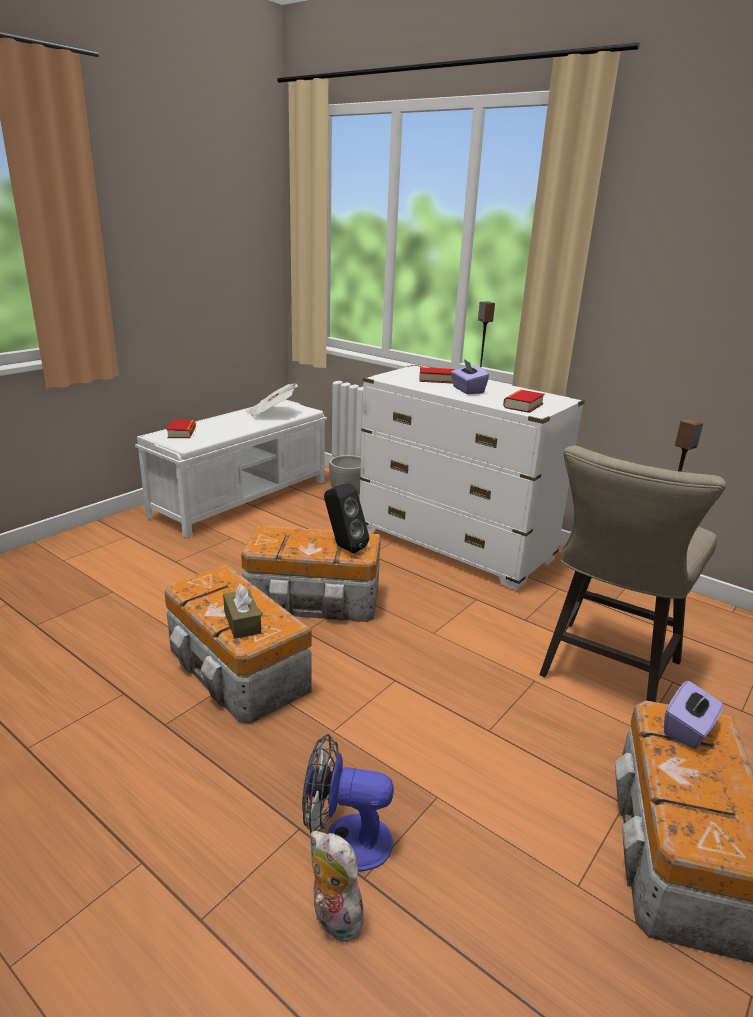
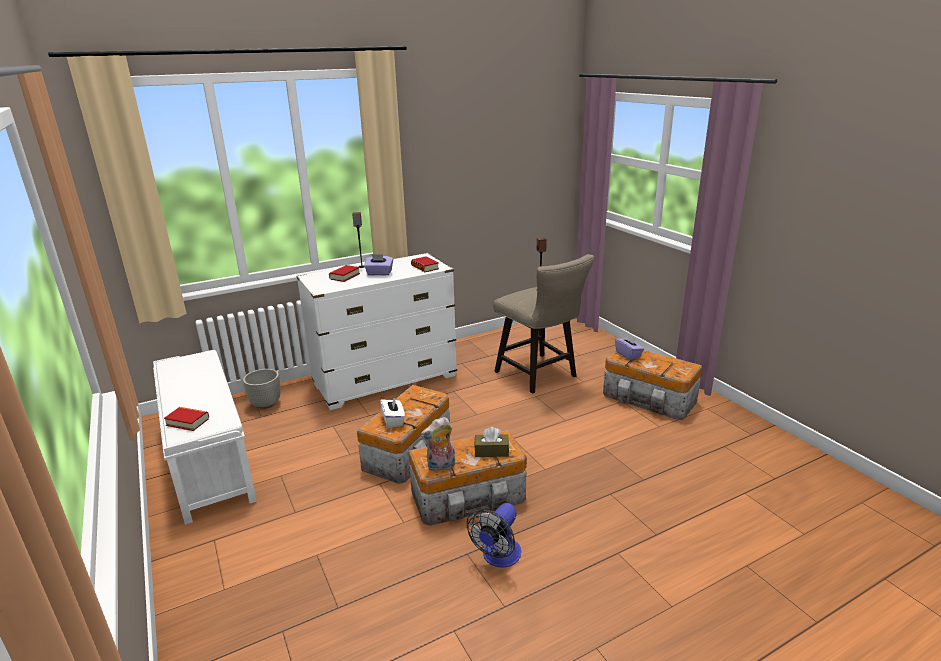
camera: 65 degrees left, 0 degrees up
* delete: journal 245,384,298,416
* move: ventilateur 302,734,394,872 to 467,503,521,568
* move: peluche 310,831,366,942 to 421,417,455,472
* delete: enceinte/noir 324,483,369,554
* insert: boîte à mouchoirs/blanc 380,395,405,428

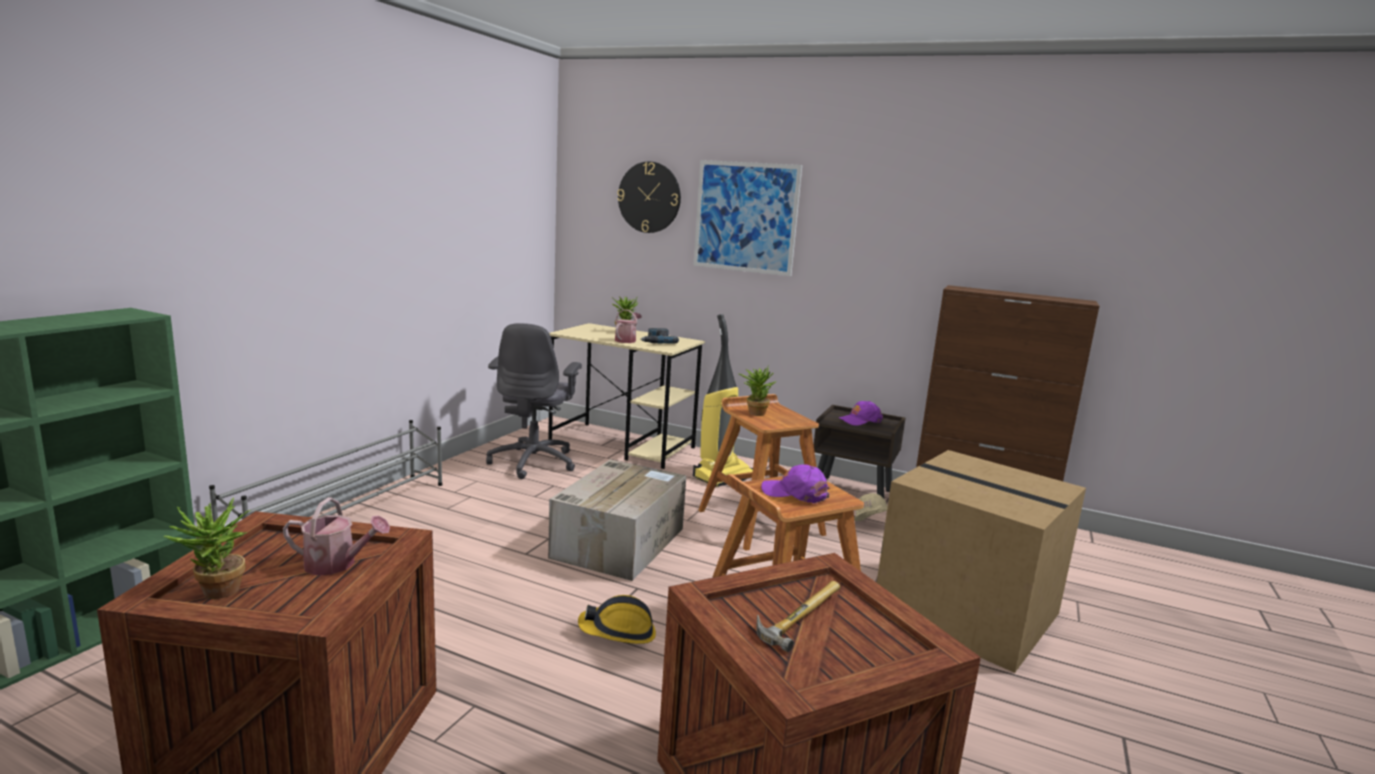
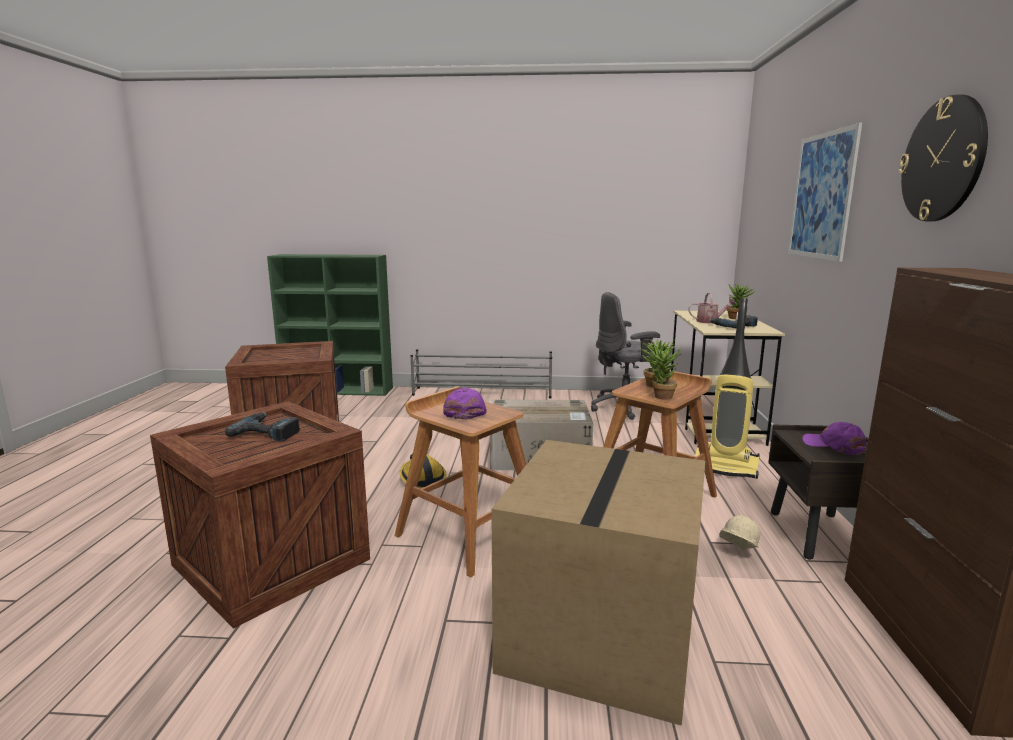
camera: 70 degrees right, 0 degrees up
* move: plante en pot 164,498,251,599 to 642,345,680,400
* delete: arrosoir 283,497,390,575
* move: horloge murale 617,162,681,233 to 899,95,988,221
* replace: marteau 757,581,840,652 to perceuse 225,412,300,442

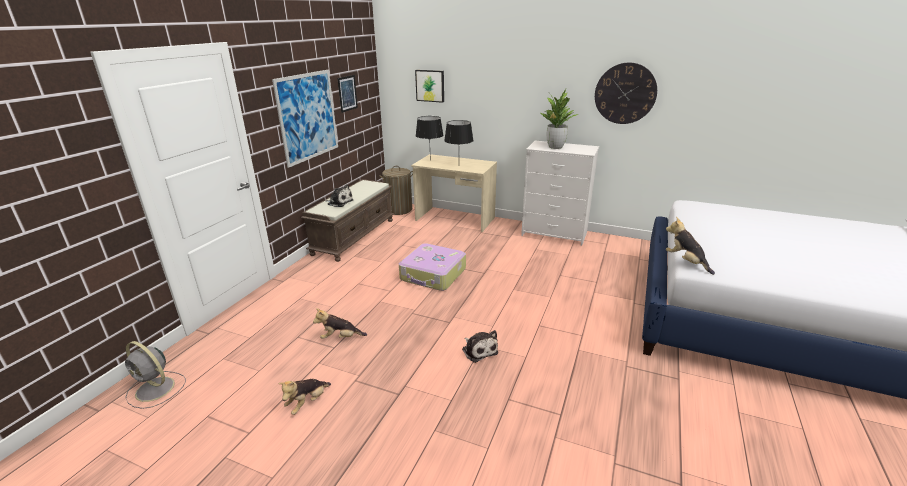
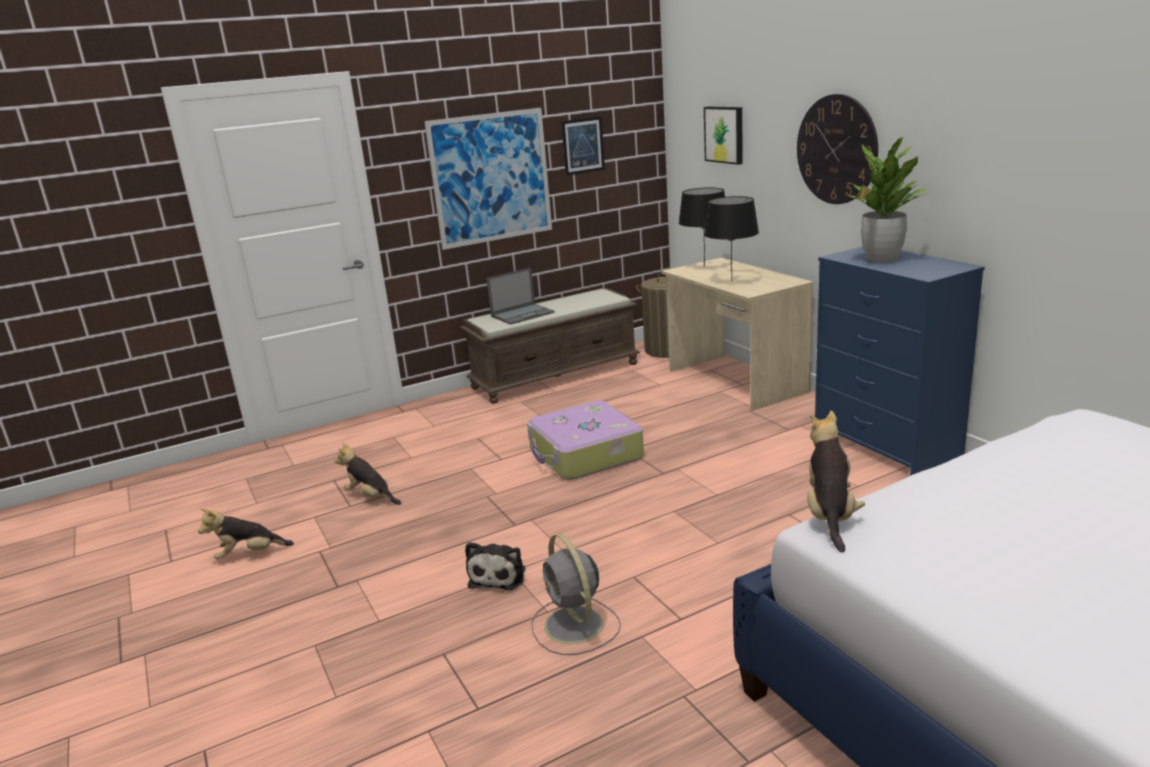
camera: 40 degrees right, 5 degrees down
* move: ventilateur/gris 125,341,186,409 to 531,534,621,655
* replace: peluche 325,185,354,207 to ordinateur portable 487,268,555,325
* recolor: commode/blanc 521,141,599,246 to commode/bleu 815,247,985,476
* move: horloge murale 595,63,657,124 to 797,94,878,204

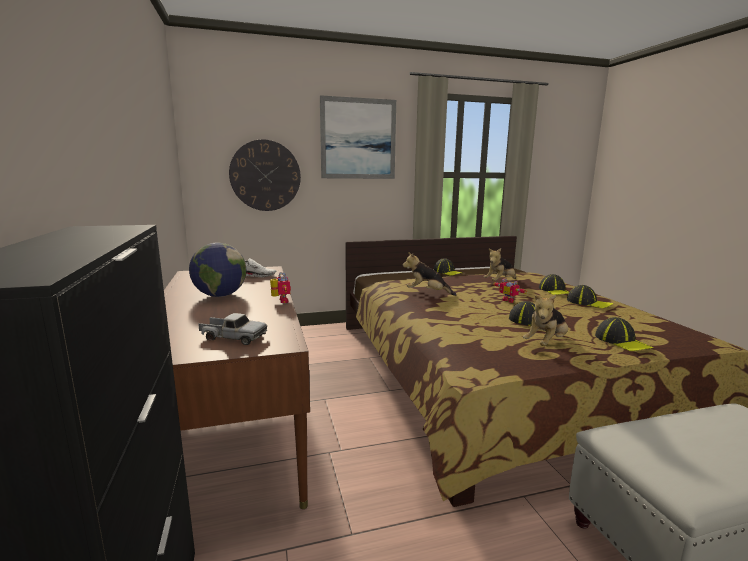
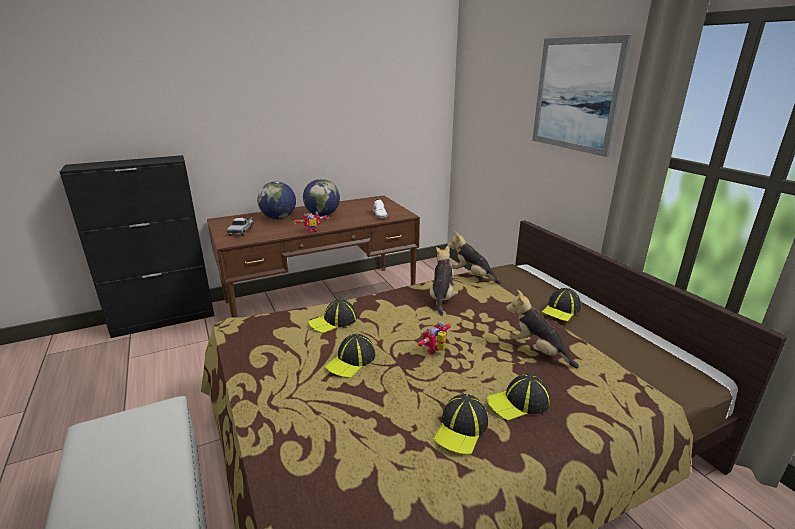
camera: 80 degrees right, 10 degrees up
* delete: horloge murale 229,140,301,211
* move: peluche 523,295,568,346 to 447,232,502,284
* move: casquette 595,317,653,351 to 308,299,357,333
* insert: globe 257,181,296,219

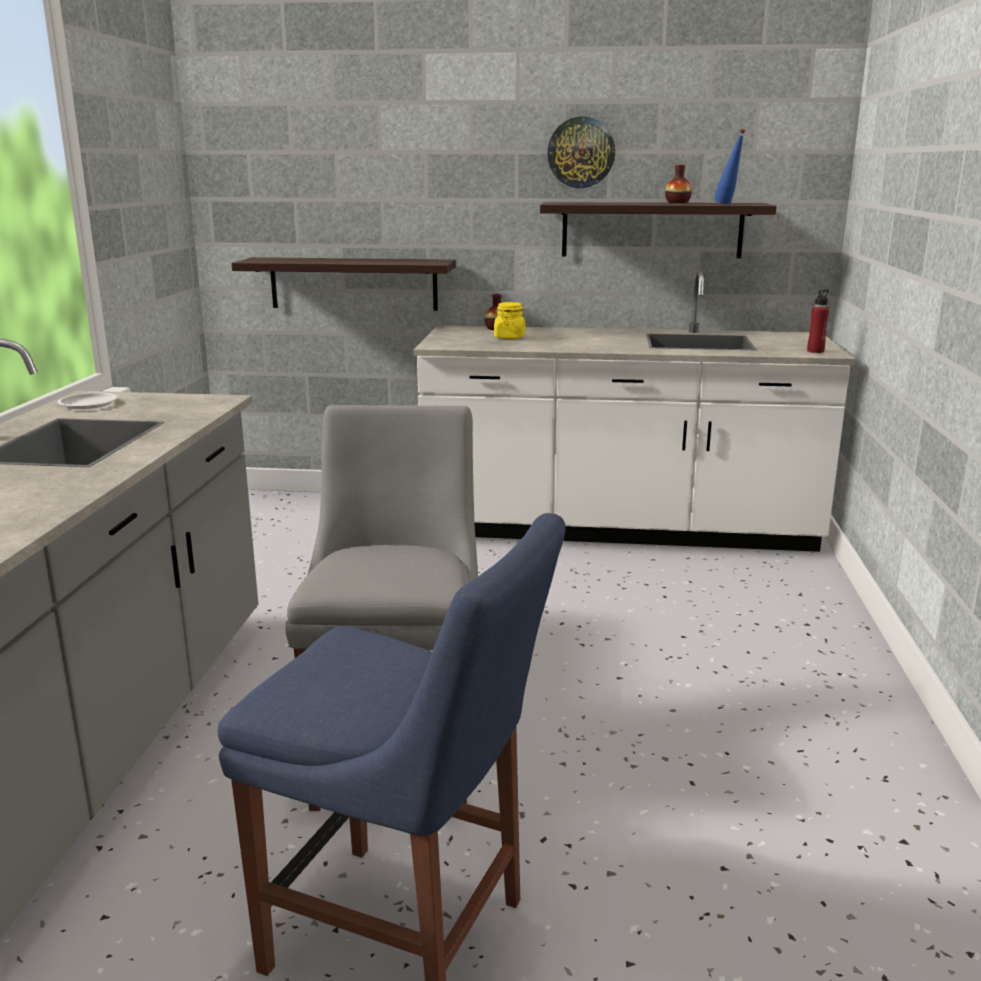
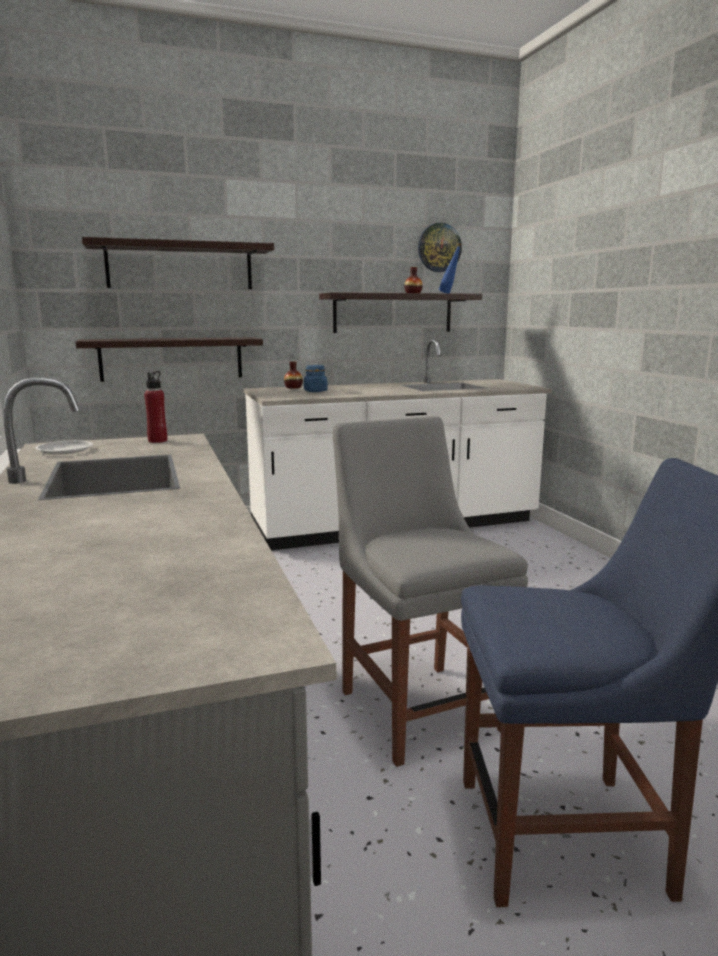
camera: 25 degrees left, 5 degrees down
* recolor: bocal/jaune 494,302,525,339 to bocal/bleu 304,365,328,392
* move: horloge murale 547,117,615,188 to 418,223,462,272
* move: bouteille/rouge 807,289,829,353 to 144,371,167,443
* insert: étagère 82,237,274,289

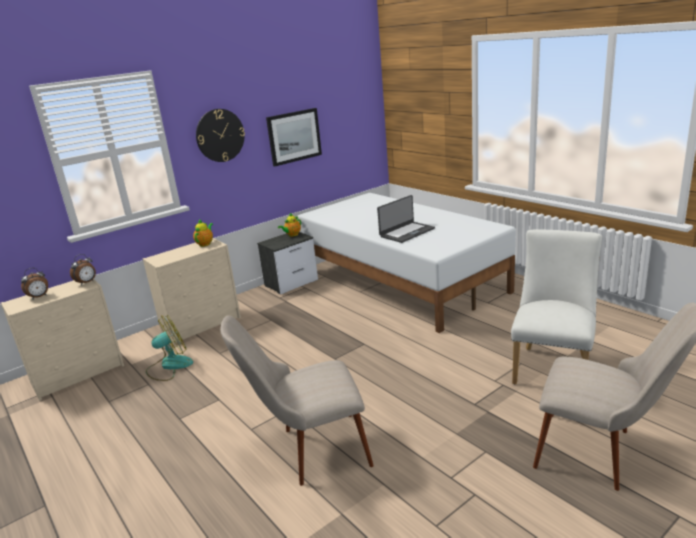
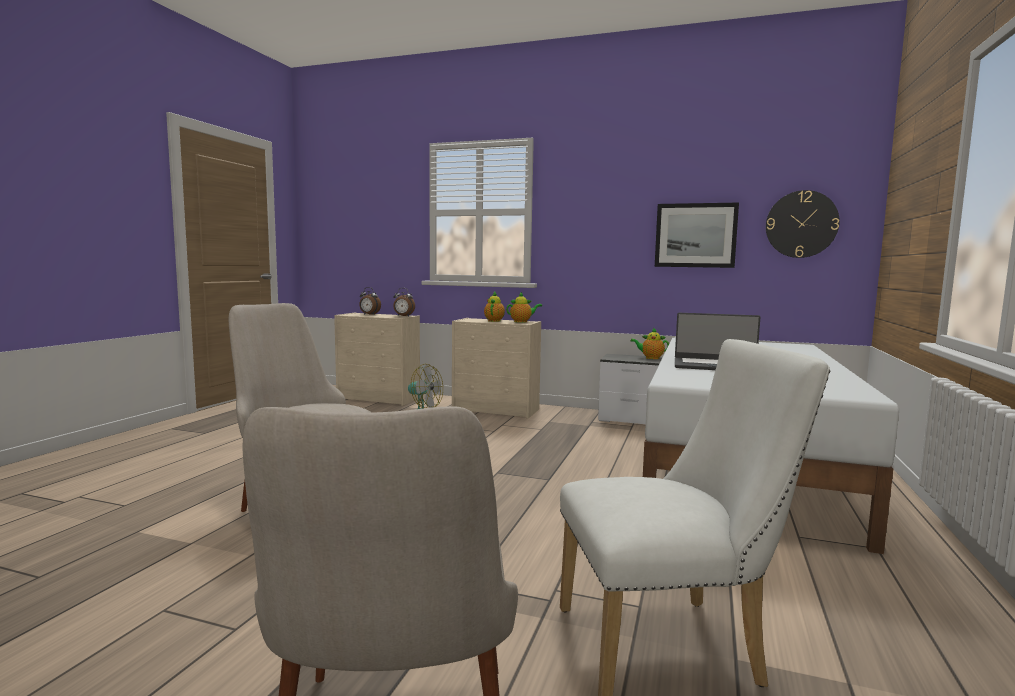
camera: 55 degrees right, 15 degrees down
* move: horloge murale 196,109,245,162 to 766,190,840,258
* insert: théière 484,292,505,322

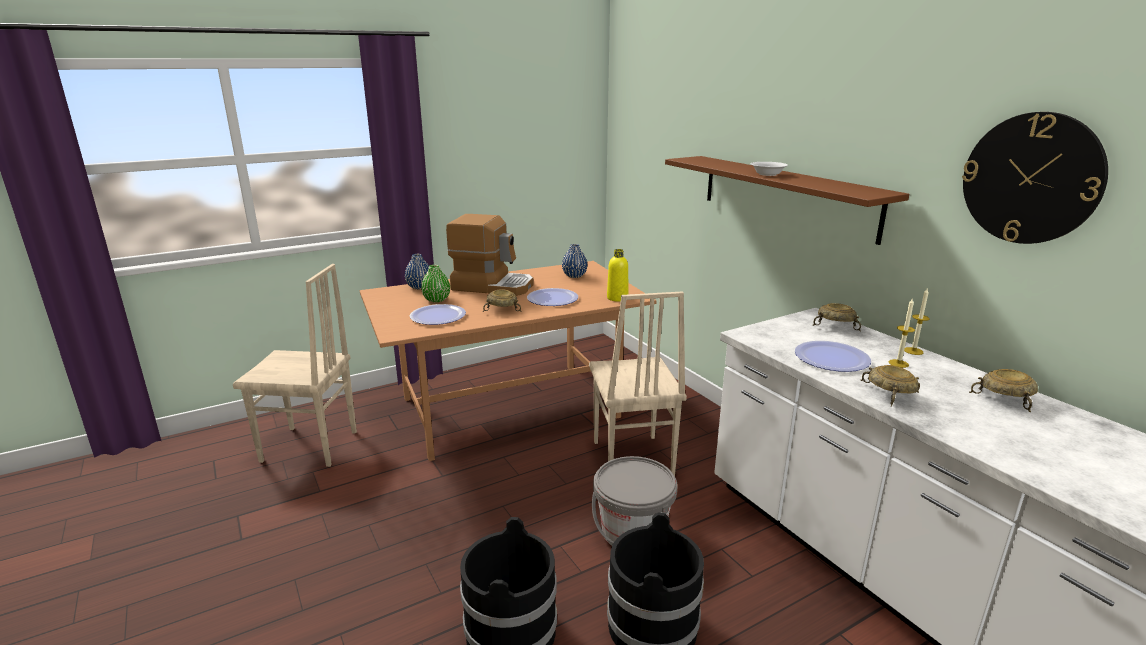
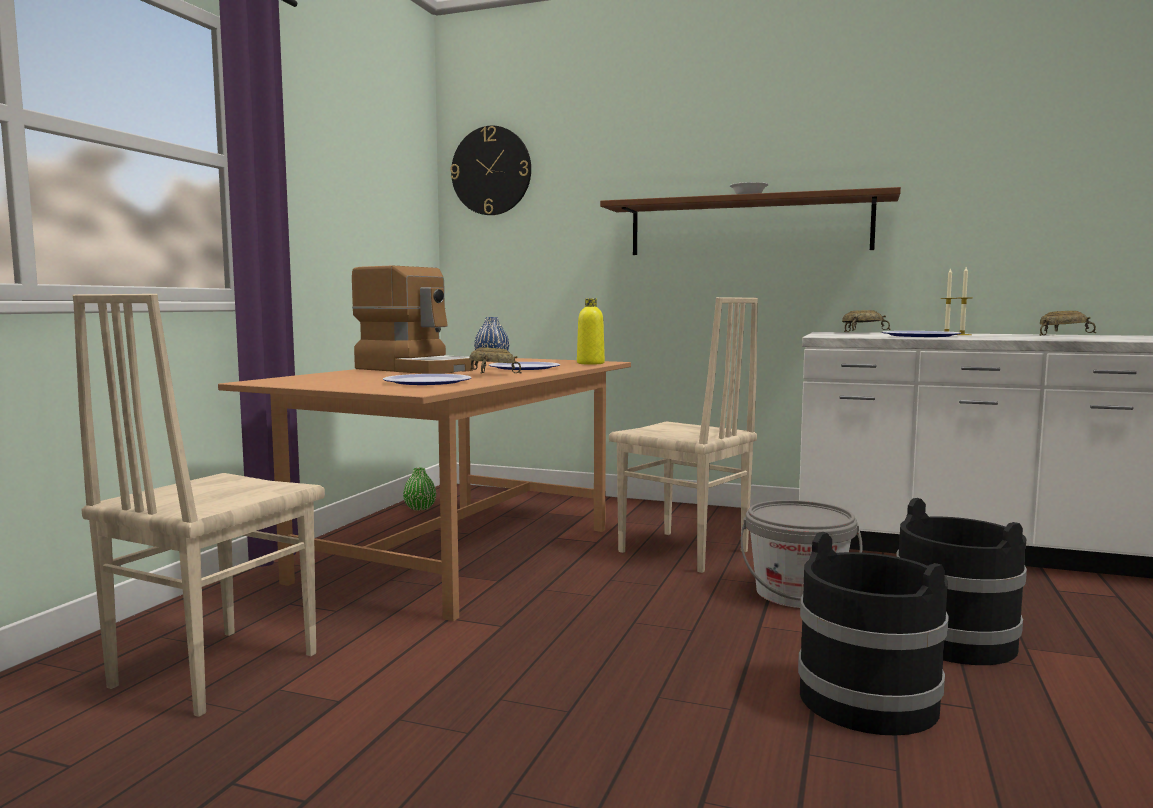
camera: 40 degrees left, 15 degrees down
* rotate: chaise/beige 233,264,357,467 = 73,294,325,717 150 degrees clockwise
* delete: vase/bleu 405,254,429,290
* move: vase/vert 421,265,450,302 to 403,468,436,510
* rotate: machine à café 446,214,534,296 = 352,265,474,374 60 degrees clockwise
* delete: bol/beige 861,365,920,407
* move: horloge murale 962,112,1108,244 to 450,126,531,215

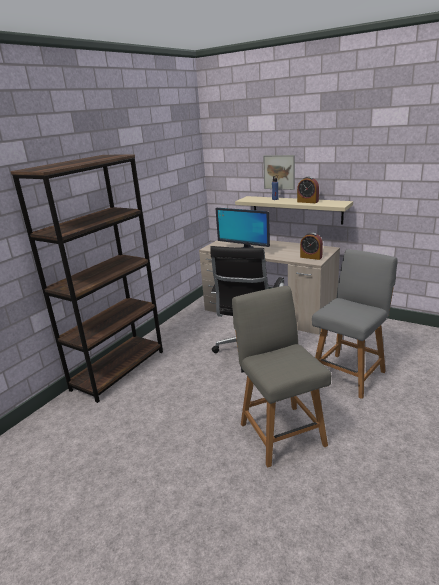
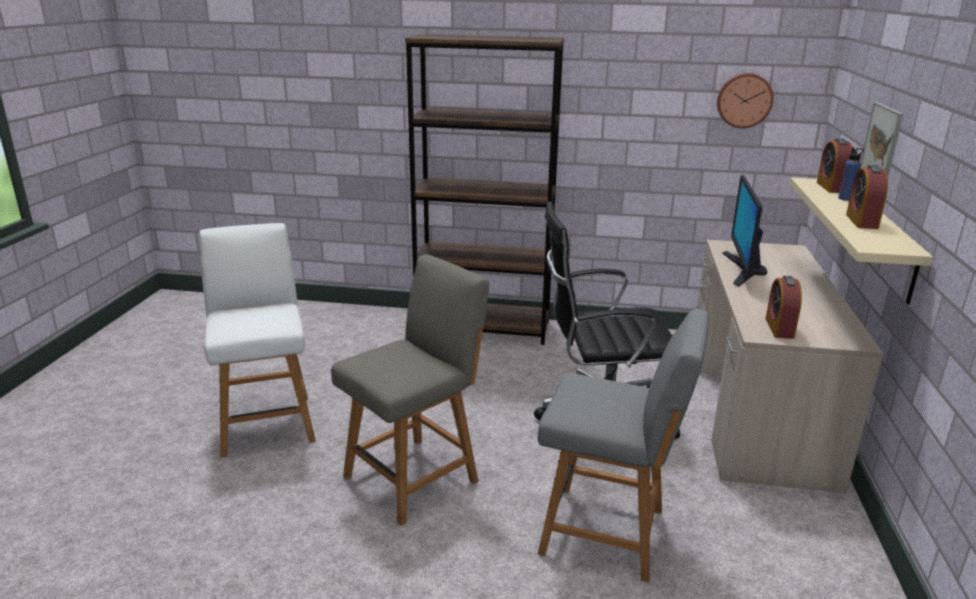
camera: 65 degrees right, 0 degrees up
* insert: chaise/blanc 199,223,316,457
* insert: horloge murale 717,73,774,128
* insert: réveil 817,138,852,193

